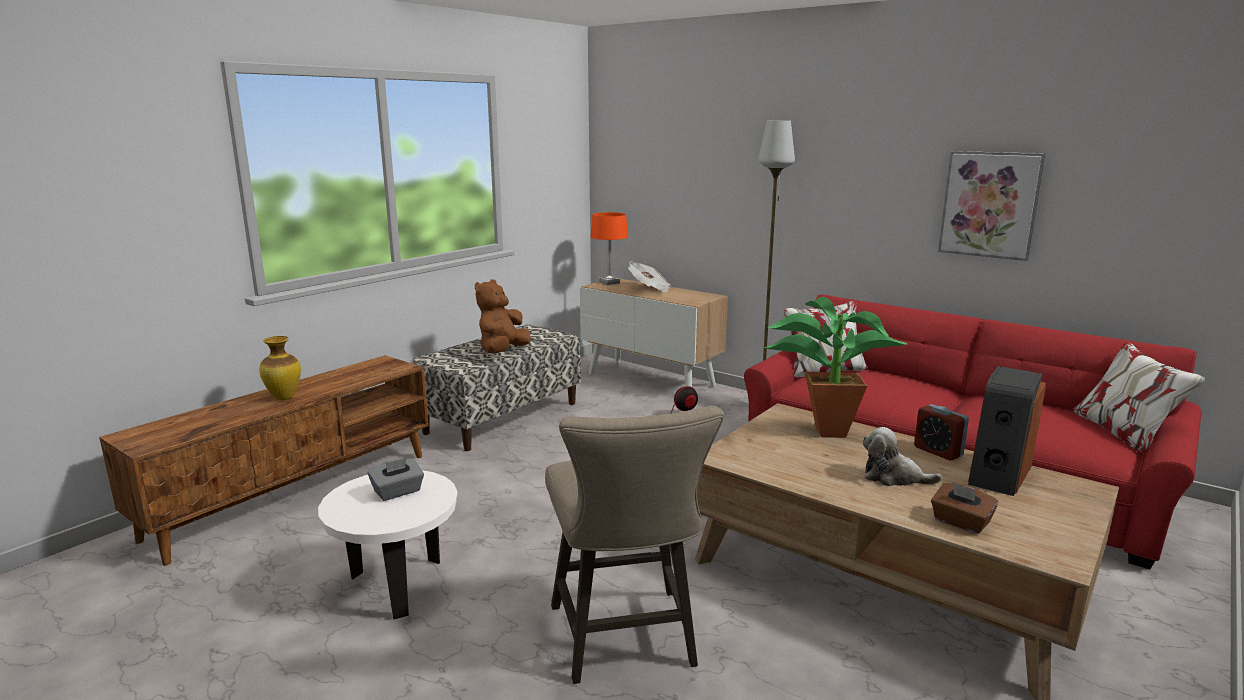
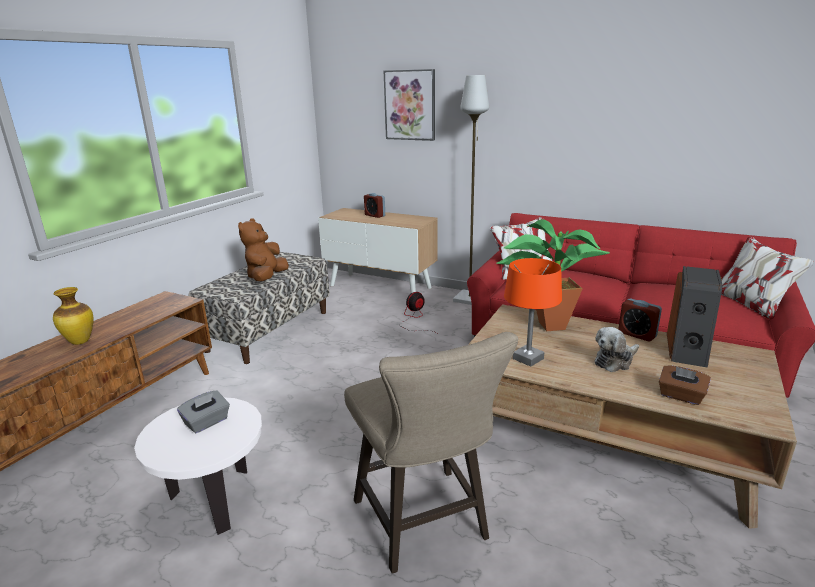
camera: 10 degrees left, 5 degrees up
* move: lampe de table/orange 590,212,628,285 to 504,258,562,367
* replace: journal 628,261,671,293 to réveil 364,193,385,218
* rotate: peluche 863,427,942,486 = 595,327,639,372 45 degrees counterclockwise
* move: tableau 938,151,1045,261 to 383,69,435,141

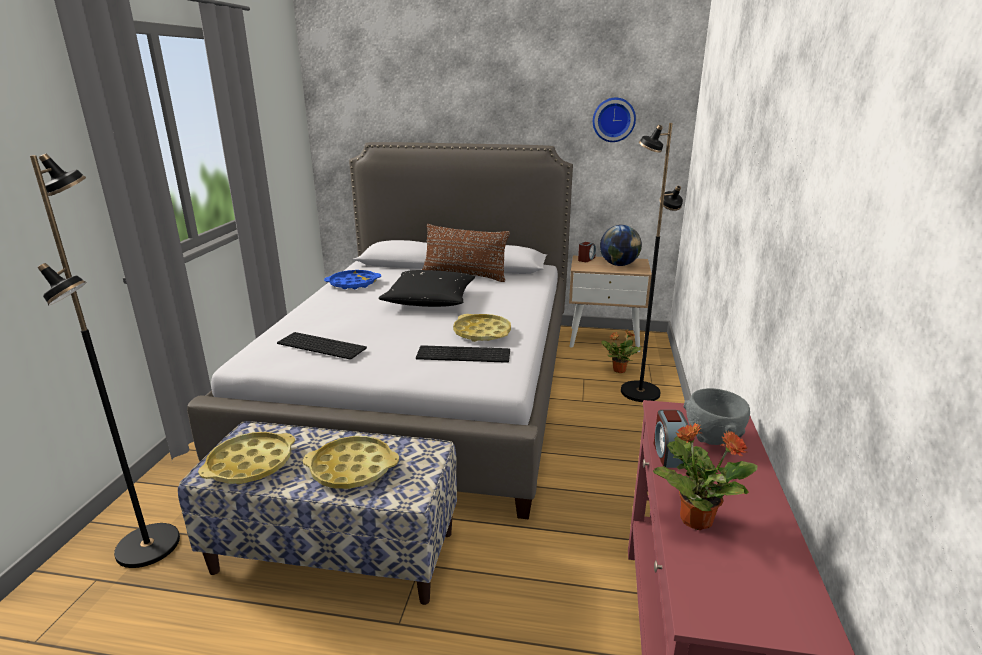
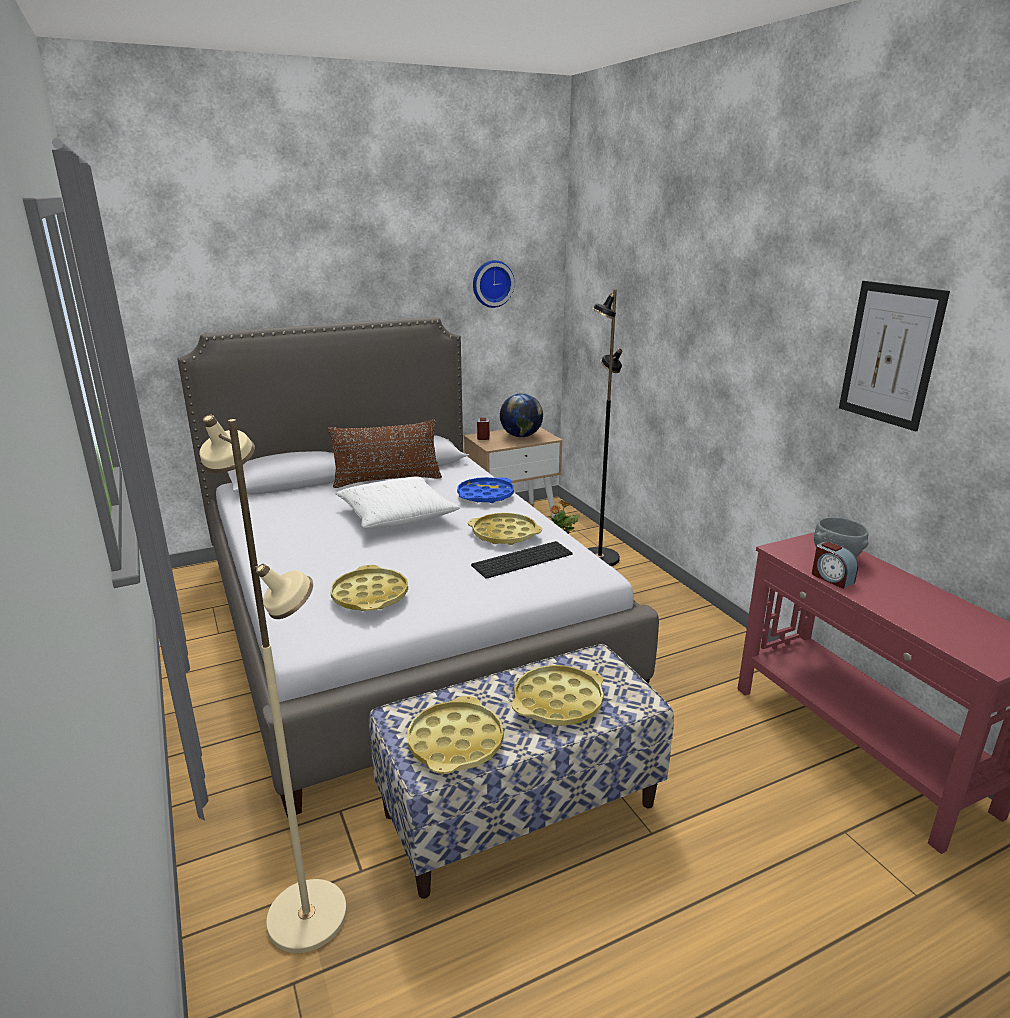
camera: 35 degrees left, 0 degrees up
* recolor: lampadaire/noir 30,154,180,568 to lampadaire/beige 199,415,347,953
* replace: clavier 277,332,367,360 to plateau/jaune 331,565,408,611
* move: plateau/bleu 324,270,381,289 to 457,477,514,503
* recolor: coussin/noir 378,270,475,307 to coussin/blanc 336,477,460,528
* delete: plante en pot 653,423,757,530
* insert: tableau 839,281,950,431

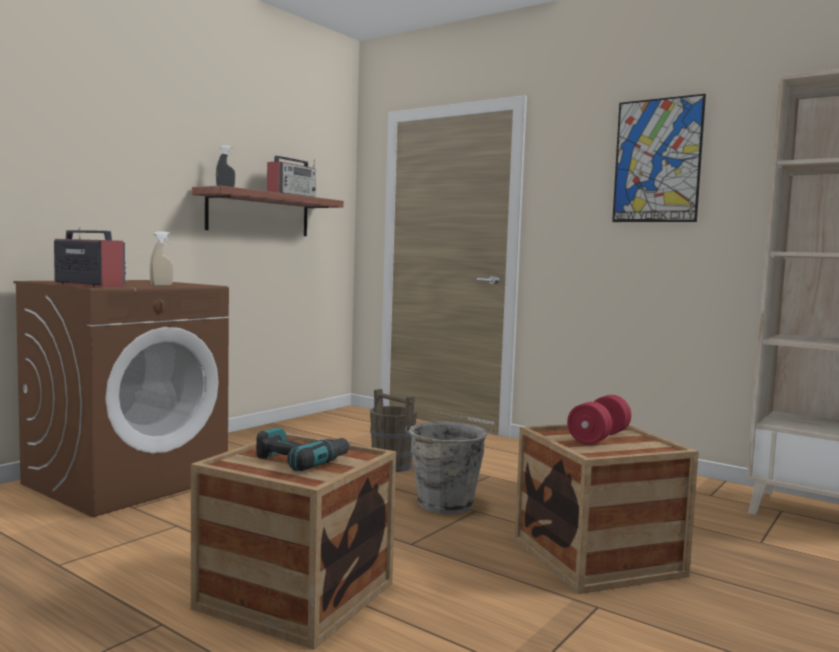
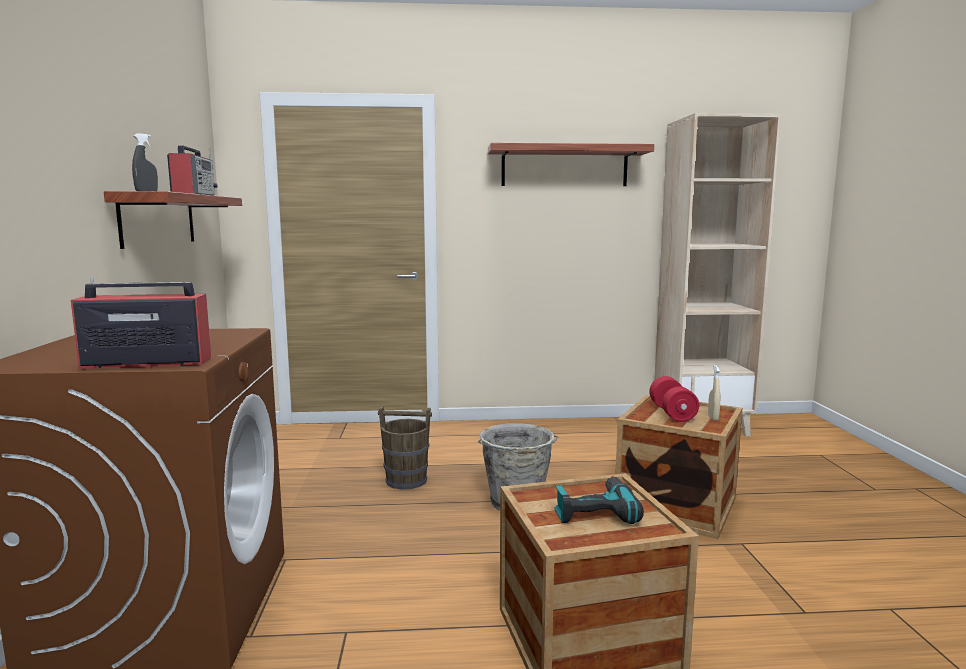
camera: 40 degrees left, 5 degrees up
* move: vaporisateur/beige 149,232,173,286 to 708,365,720,421
* replace: tableau 612,94,706,222 to étagère 488,143,654,186

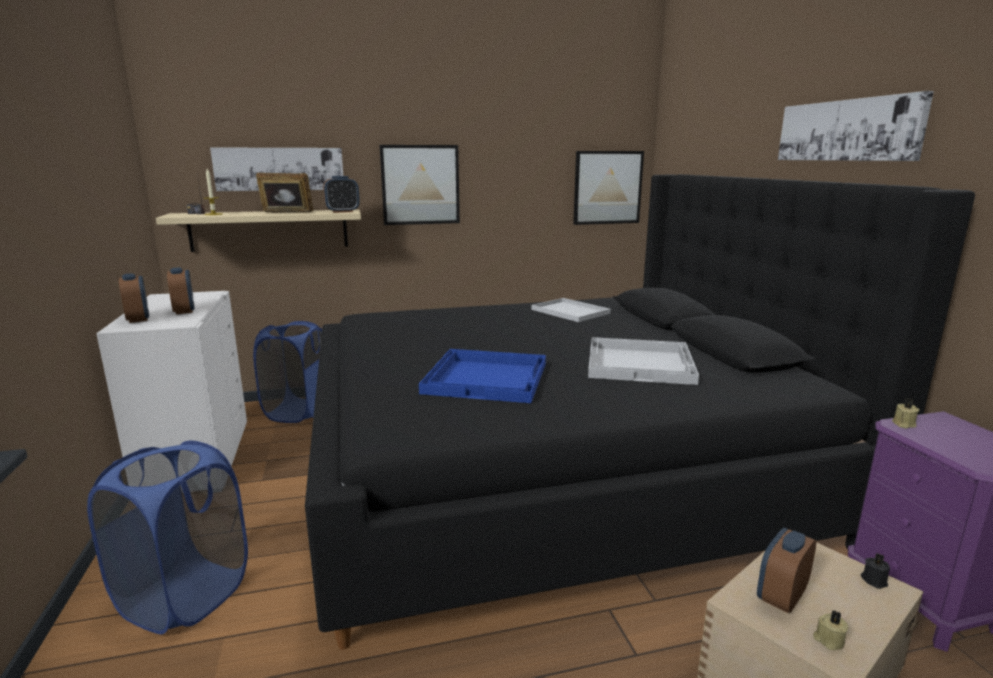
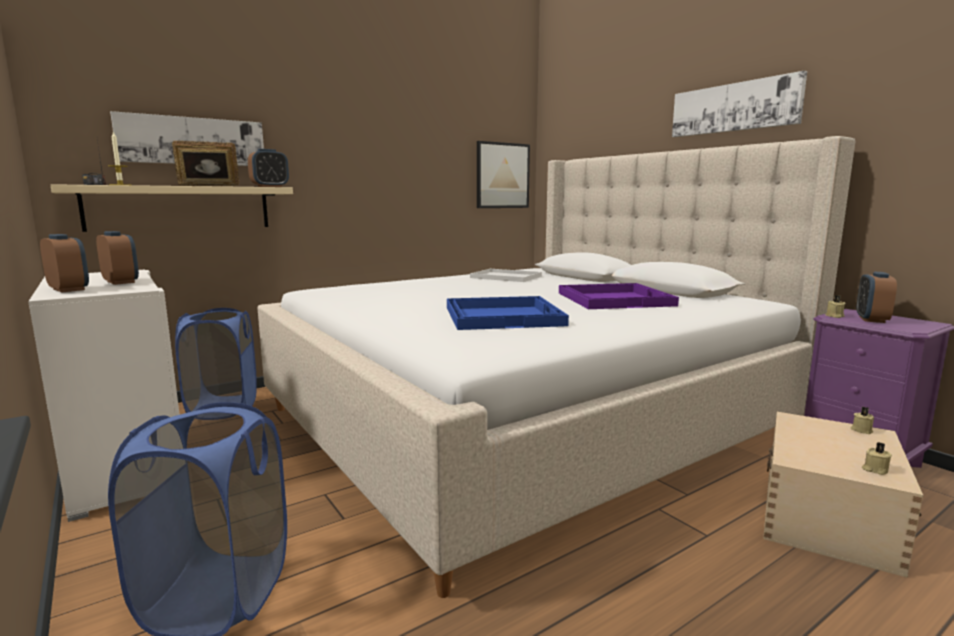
camera: 20 degrees left, 5 degrees down
* recolor: lit/noir 305,174,975,650 to lit/beige 257,136,856,598
* delete: tableau 380,145,460,225
* recolor: plateau/blanc 588,337,699,385 to plateau/violet 559,283,679,309
* move: réveil 757,528,816,613 to 857,272,897,323
* recolor: bougie/noir 861,553,890,589 to bougie/beige 851,407,874,434

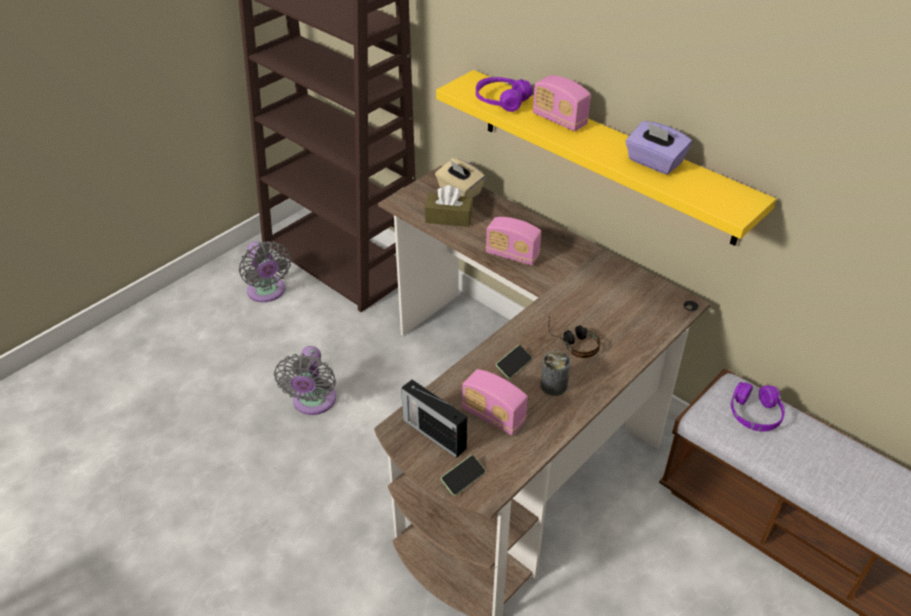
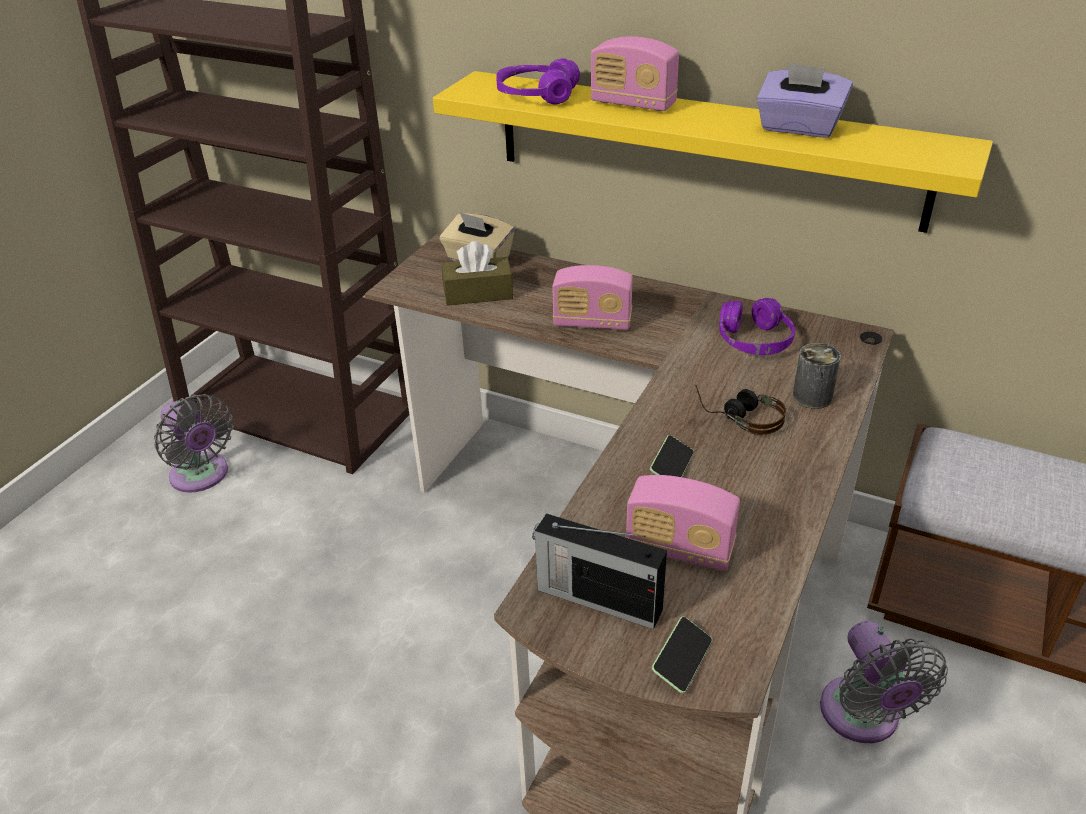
camera: 15 degrees left, 5 degrees down
* move: ventilateur/gris 274,346,336,415 to 820,621,948,743
* move: boîte métallique 540,351,571,396 to 793,343,841,409
* move: casque audio/violet 731,382,785,432 to 719,298,795,355

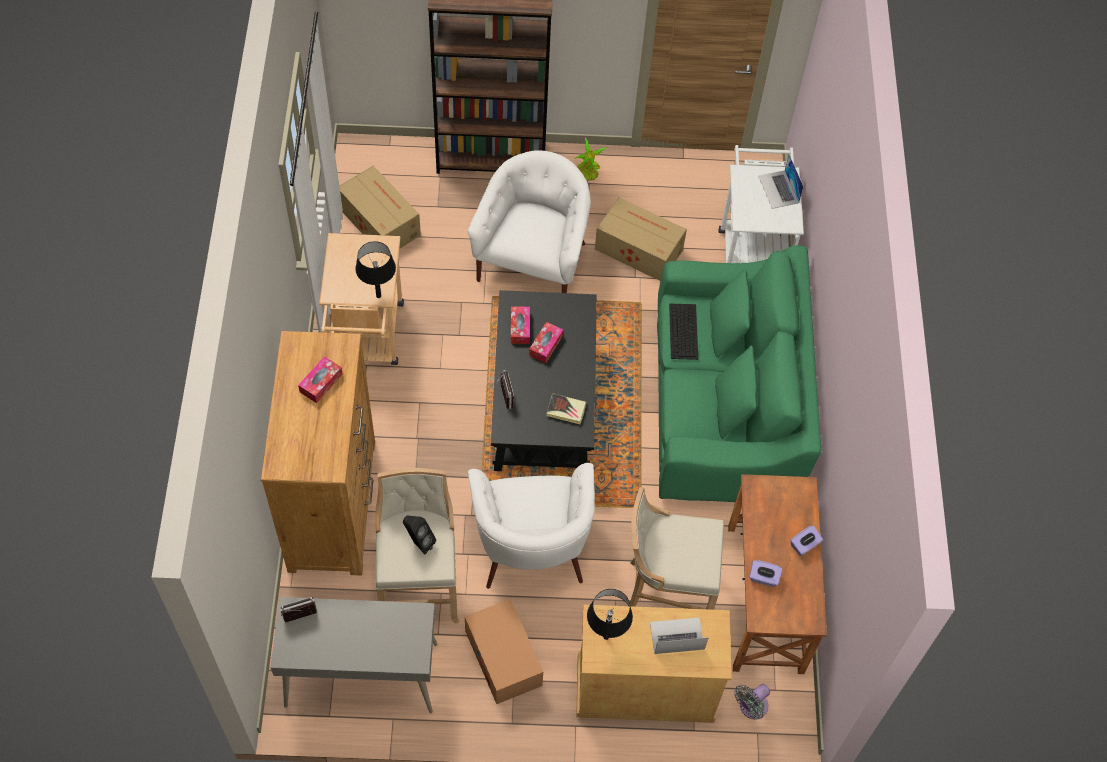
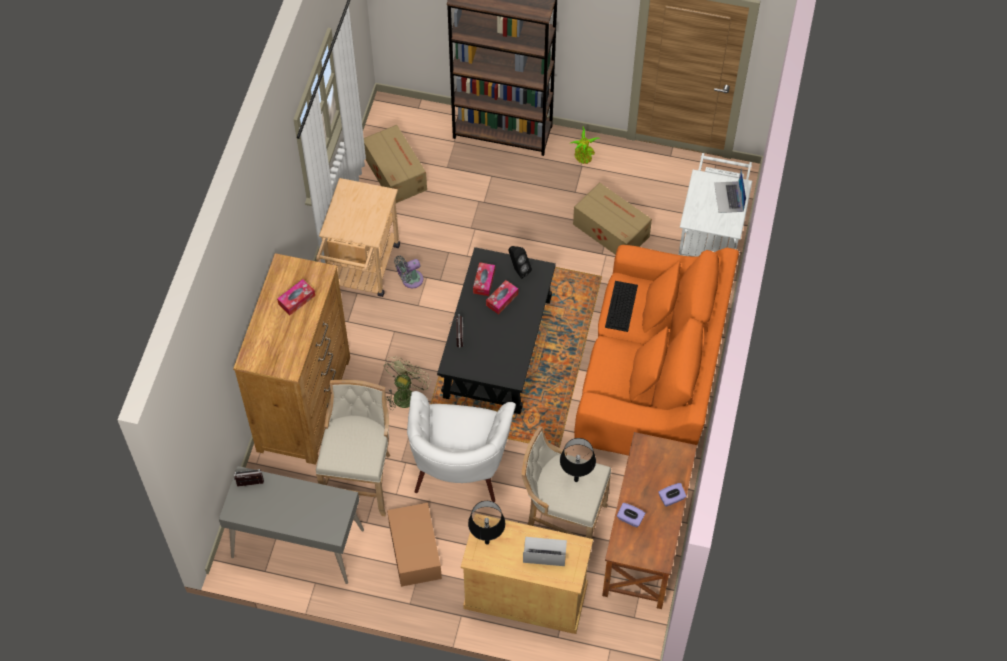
camera: 15 degrees right, 0 degrees up
* move: lampe de table/noir 355,241,396,298 to 560,438,596,482
* move: enceinte/noir 403,516,436,554 to 509,246,532,279
* delete: fauteuil/blanc 468,150,591,293
* delete: livre 547,393,586,424
* recolor: canapé/vert 657,246,821,502 to canapé/orange 574,245,739,456
* move: ventilateur/gris 734,684,770,719 to 394,255,423,288
* insert: ventilateur/vert 384,357,431,410

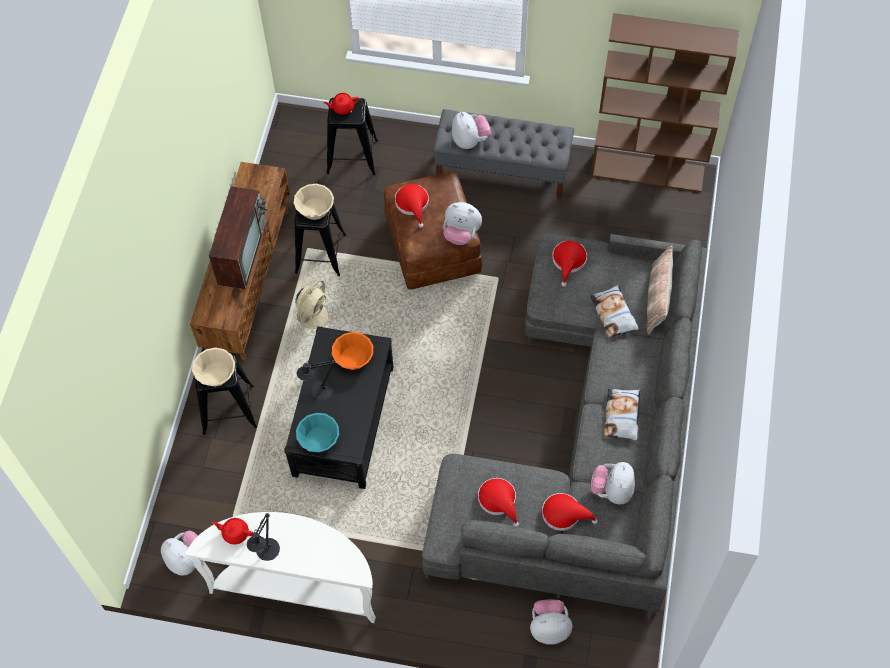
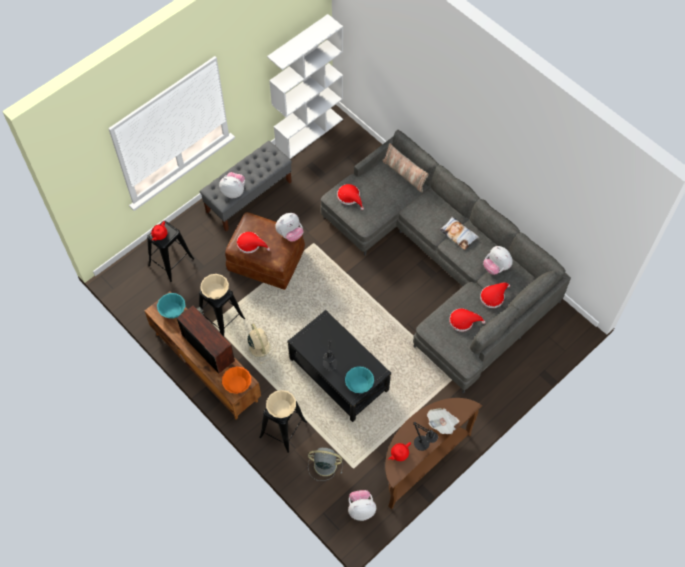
camera: 55 degrees left, 0 degrees up
* recolor: table console/blanc 185,512,376,623 to table console/marron 385,398,482,509
* move: bol/orange 332,332,373,370 to 222,366,251,394
* delete: peluche 530,599,572,645
* delete: coussin 590,285,639,338
* recolor: bibliothèque/marron 591,13,739,192 to bibliothèque/blanc 267,14,343,159
* insert: bol/turquoise 157,293,186,319
* insert: ventilateur/gris 308,448,342,481
* insert: journal 427,408,459,434

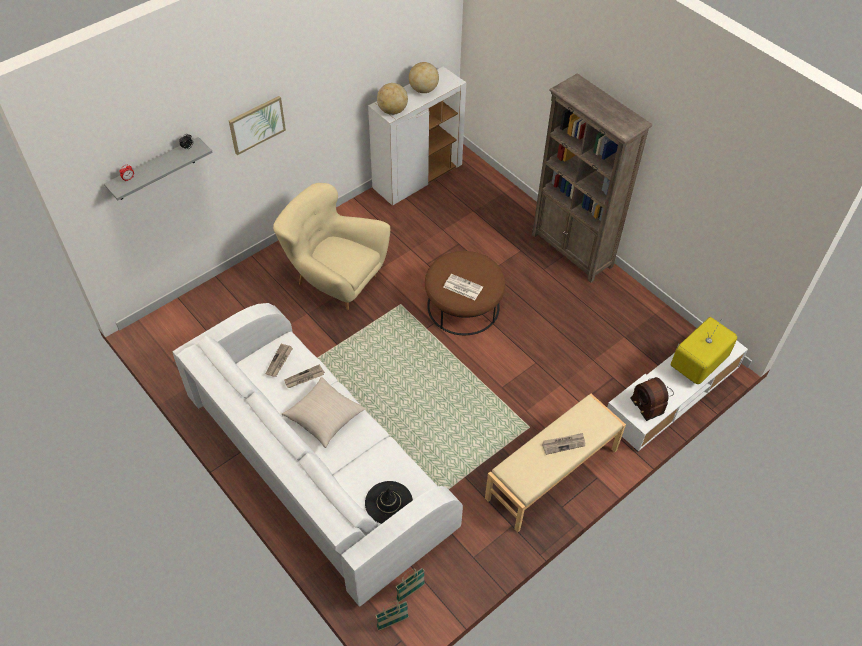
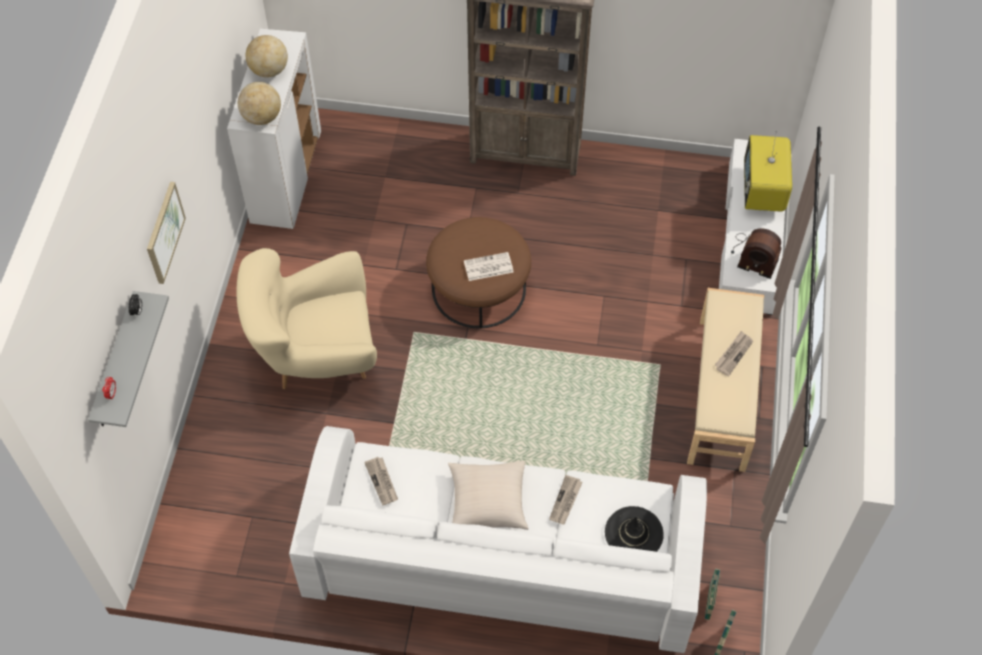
camera: 40 degrees left, 5 degrees up
* move: journal 284,364,325,388 to 549,475,583,525

